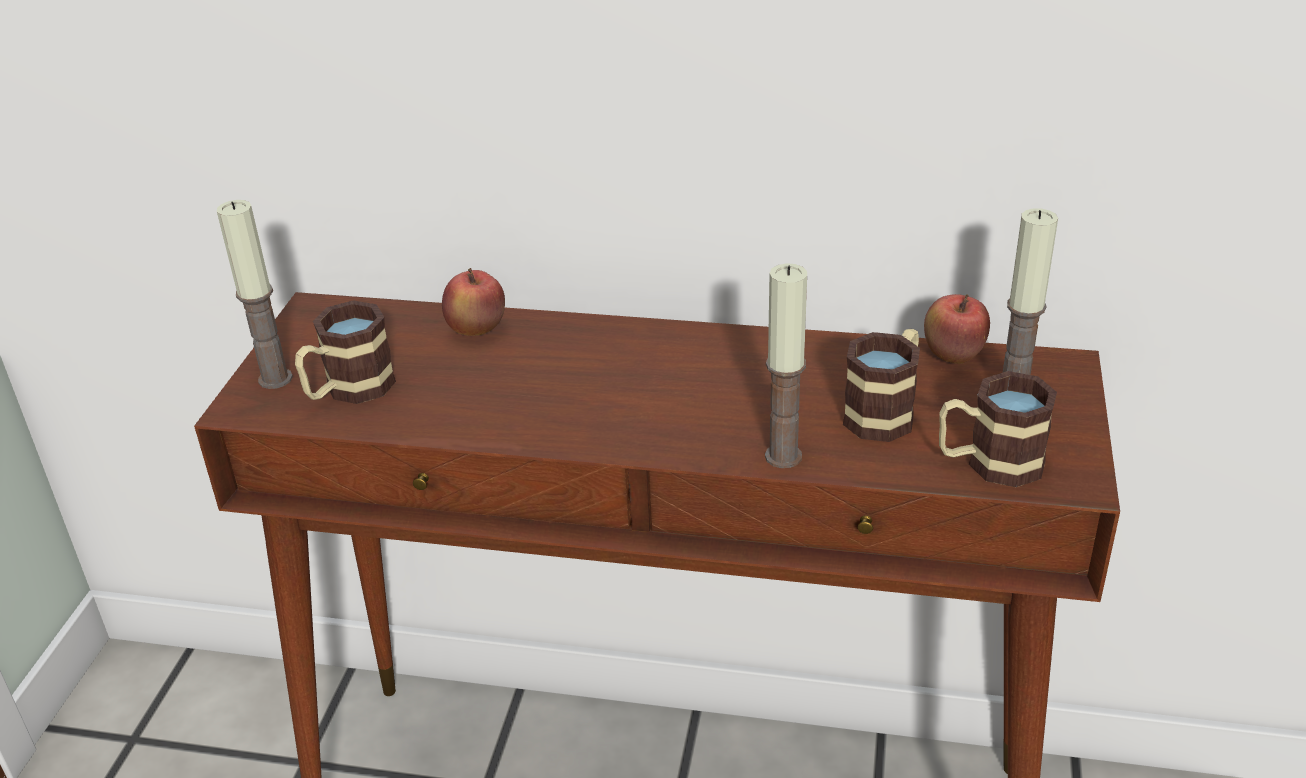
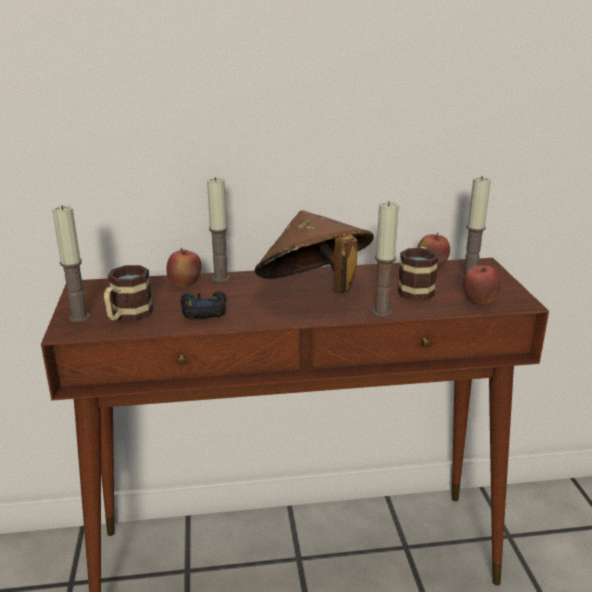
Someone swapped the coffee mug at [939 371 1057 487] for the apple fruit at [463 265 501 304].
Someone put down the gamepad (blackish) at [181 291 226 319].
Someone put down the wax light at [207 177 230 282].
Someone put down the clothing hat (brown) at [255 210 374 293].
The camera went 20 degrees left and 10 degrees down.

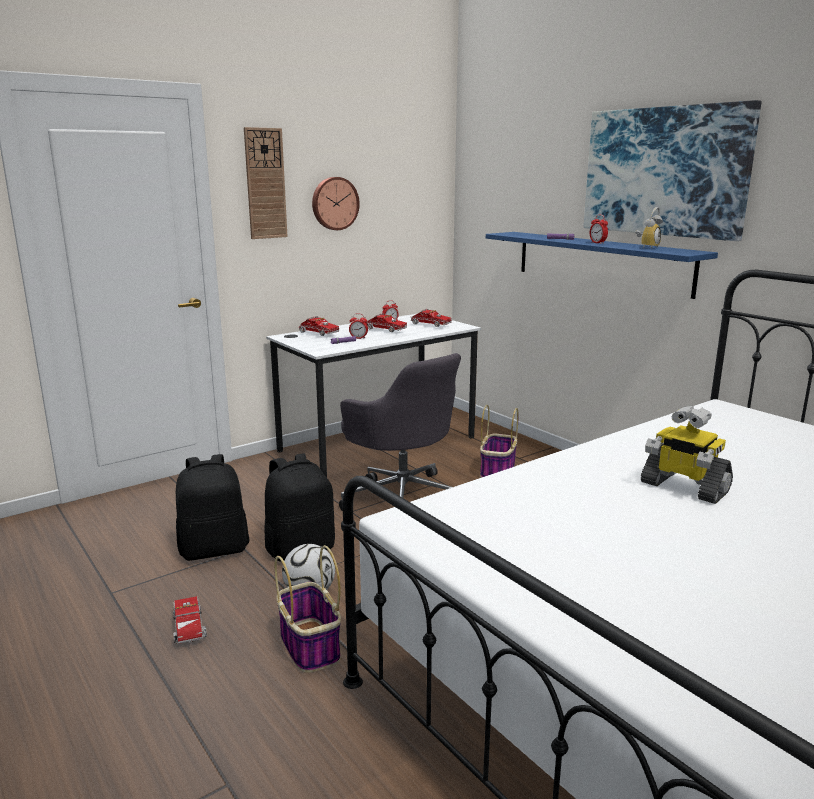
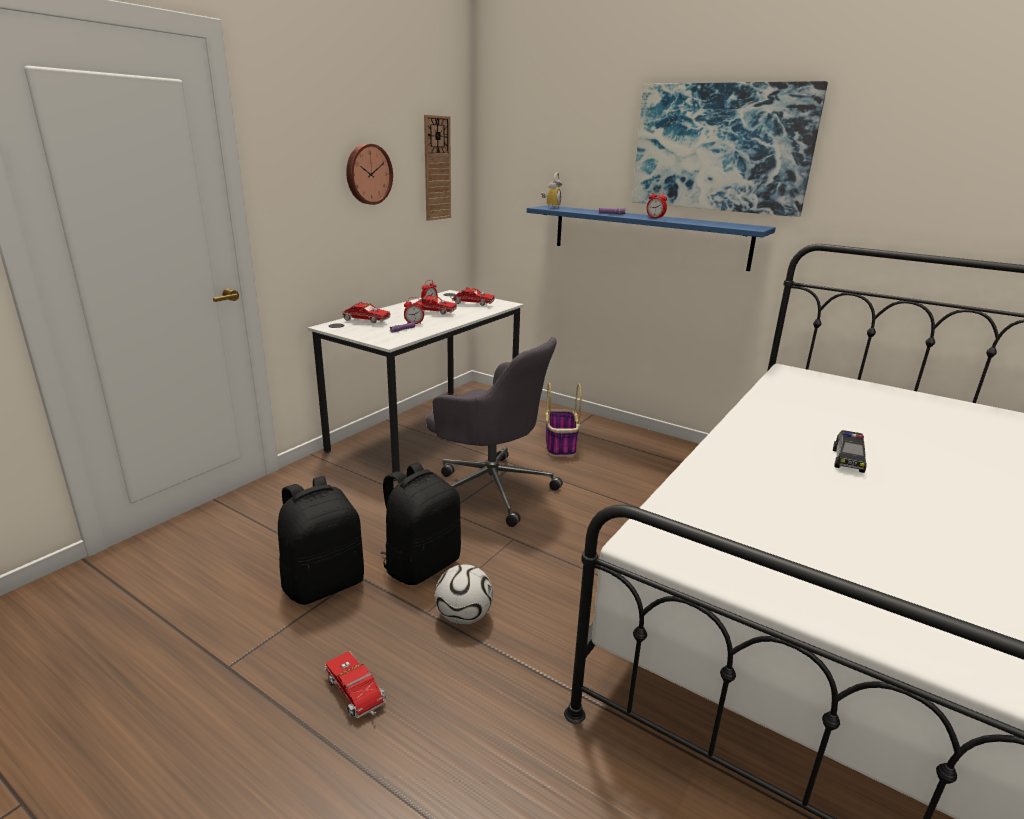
Someone carried the wall clock from [244 127 288 239] to [424 115 451 221].
Someone took away the storage basket at [274 545 341 673].
Someone carried the table clock from [635 207 663 248] to [541 172 562 208].
Someone swapped the toy robot at [641 406 733 504] for the toy car at [833 430 867 473].
The camera went 20 degrees left and 5 degrees up.

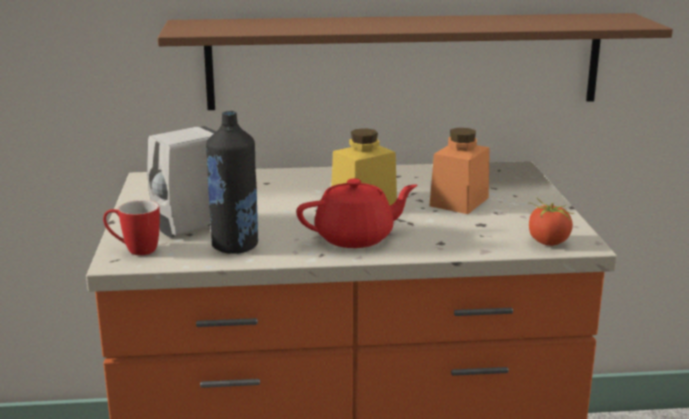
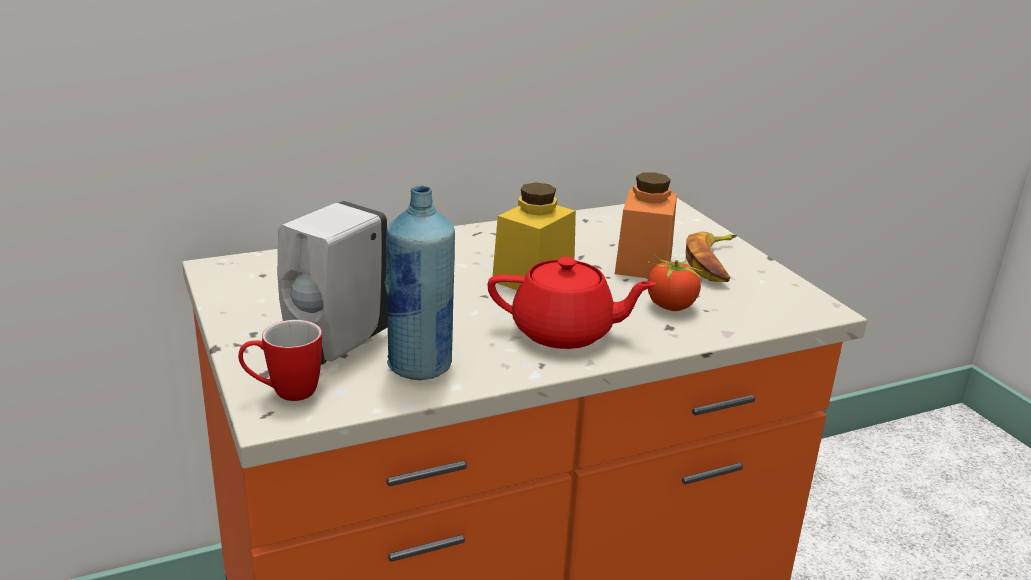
Someone took away the shelf (brown) at [158 13 673 110].
Someone repainted the drink bottle (blackish) at [206 111 258 254], which became the drink bottle (blue-coloured) at [385 185 455 380].
Someone rotated the pot for tea (red) at [296 178 417 248] by 45 degrees clockwise.
Someone carried the tomato from [528 198 574 246] to [648 253 703 311].
Someone put down the banana at [686 232 737 282].
The camera went 20 degrees left and 5 degrees up.

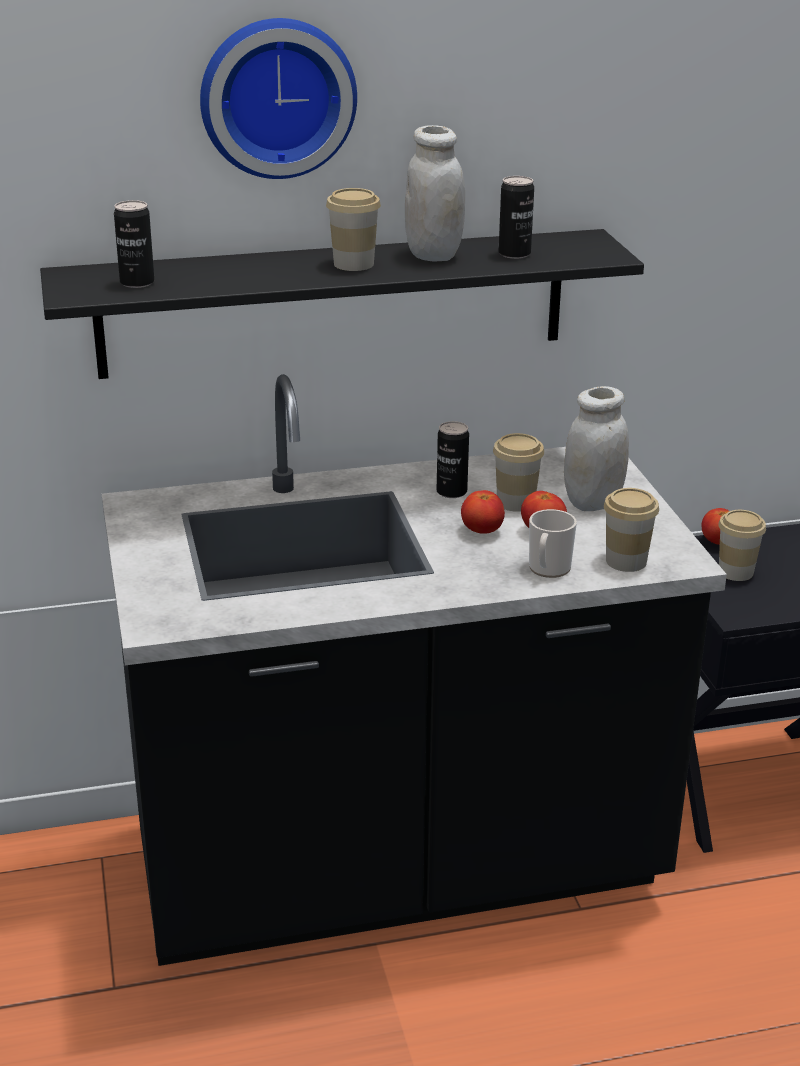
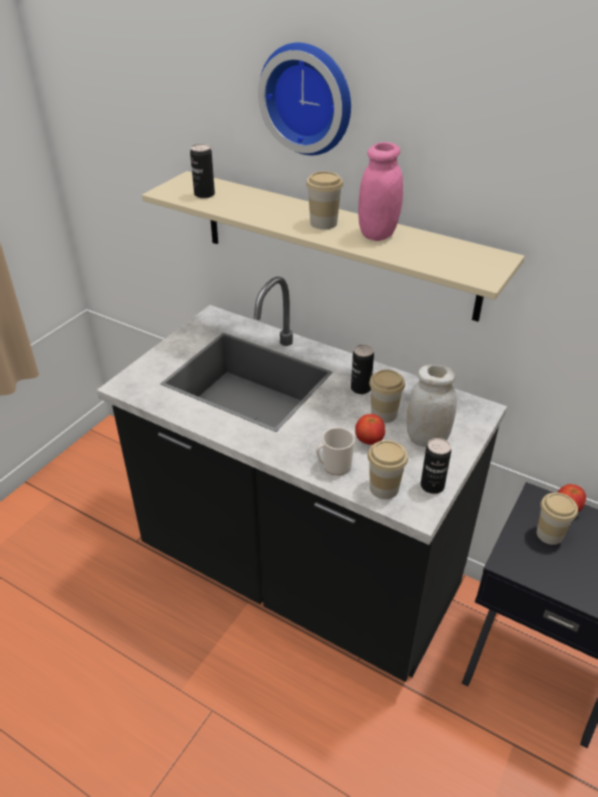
Someone repainted the shelf (blackish) at [40 229 644 379], which became the shelf (beige-coloured) at [142 171 525 322].
Someone repainted the jar (white) at [405 125 465 261], which became the jar (pink-coloured) at [358 142 403 241].
Someone took away the tomato at [461 490 505 534].
Someone carried the metal can from [499 176 534 259] to [421 438 451 494].
The camera went 45 degrees right and 10 degrees up.

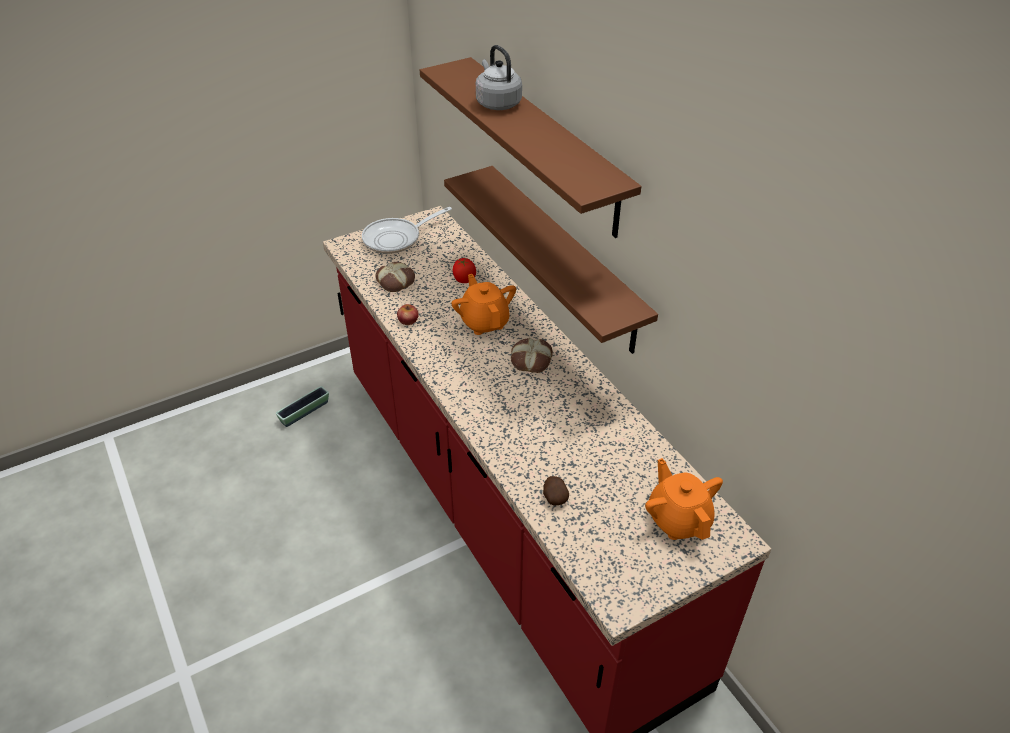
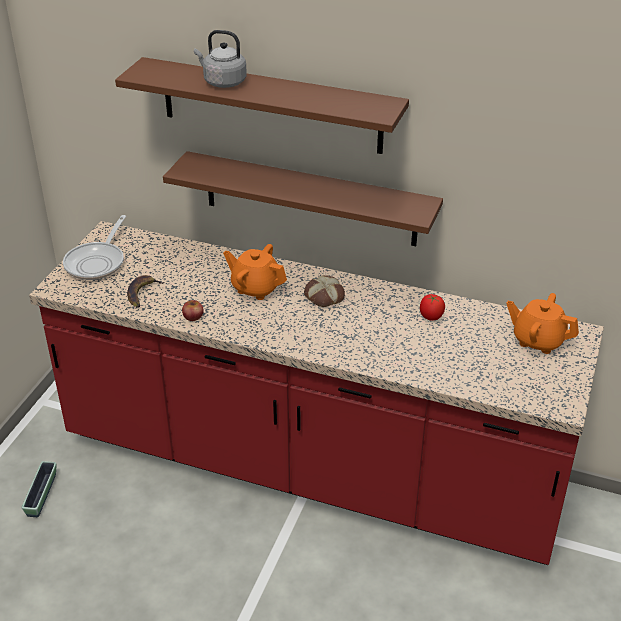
Someone swapped the bakery bread at [376 262 415 292] for the banana at [127 275 164 308].
Someone carried the tomato from [453 258 476 283] to [420 294 445 321].
Someone took away the spud at [543 476 569 505].
The camera went 40 degrees left and 5 degrees down.

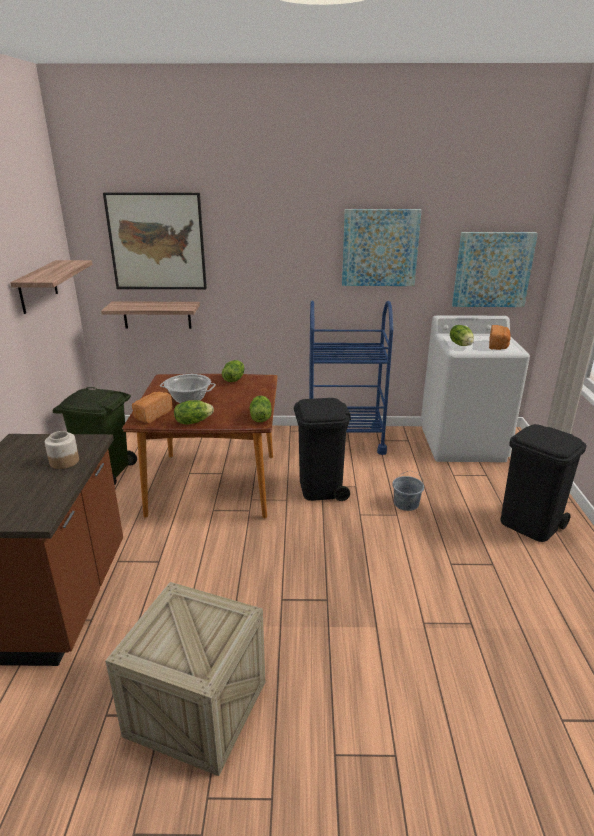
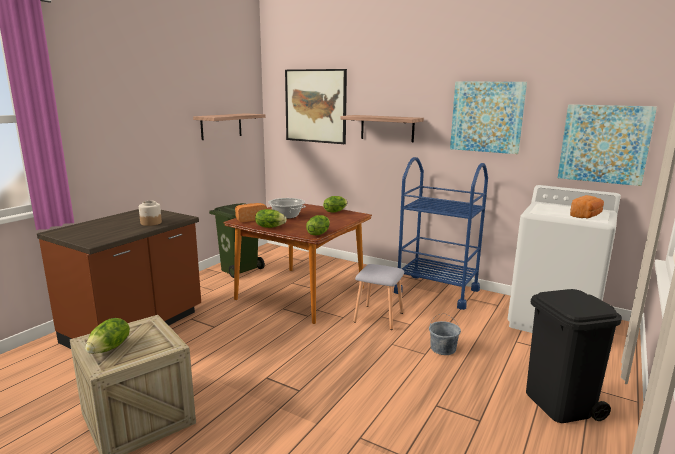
Someone carried the shelf from [101 301 200 329] to [341 115 424 142].
Someone swapped the waste bin (blackish) at [294 398 351 501] for the sitting stool (grey) at [353 264 404 330].
Someone carried the lettuce head from [450 325 474 346] to [85 318 130 354].
The camera went 30 degrees right and 10 degrees down.

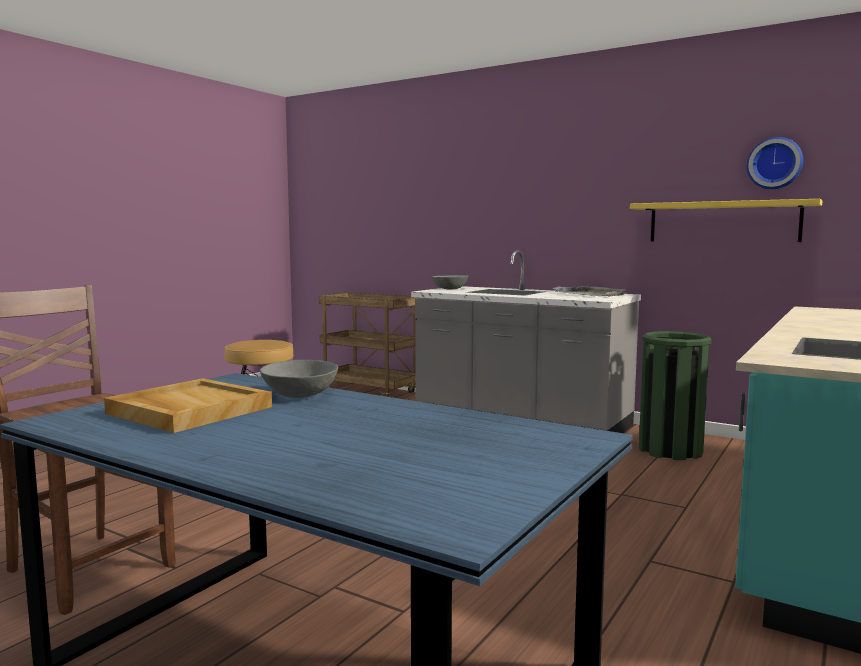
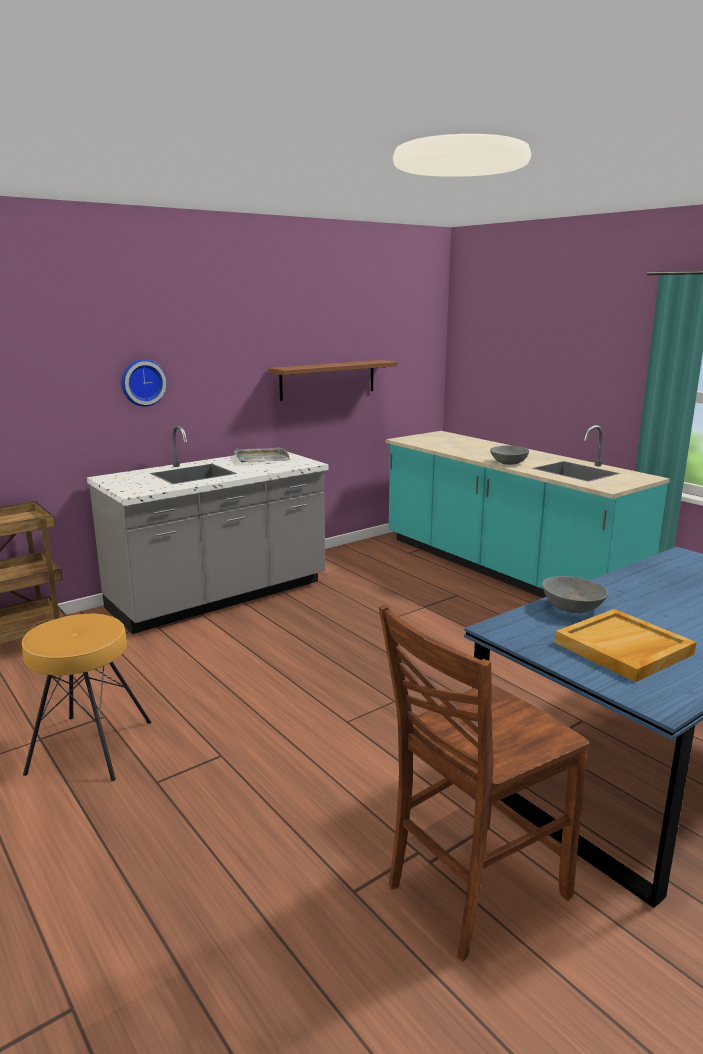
Someone carried the deep dish (grey) from [432 275 469 289] to [490 445 529 465].
Someone repainted the shelf (yellow-coloured) at [630 199 823 242], which became the shelf (brown) at [268 360 398 401].
Someone took away the waste bin (green-coloured) at [639 331 712 460].
Someone carried the wall clock from [747 137 803 189] to [121 359 167 407].
The camera went 70 degrees left and 10 degrees up.

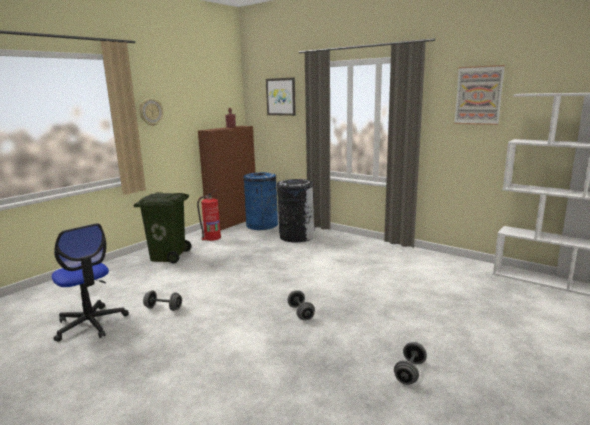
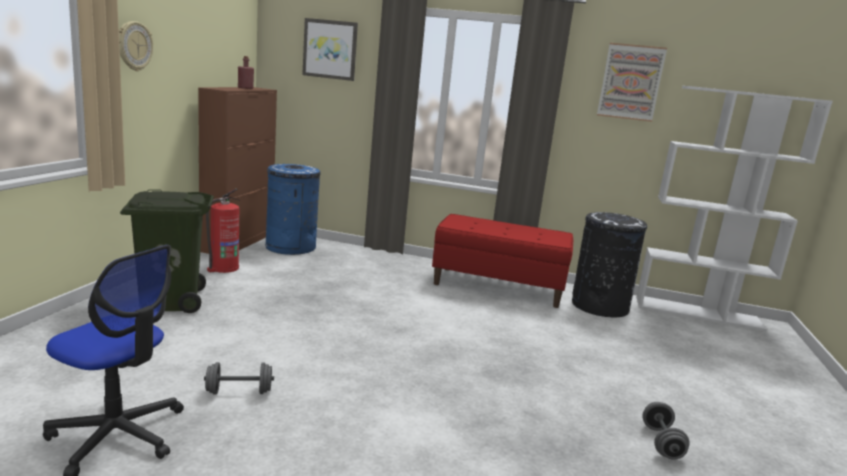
Someone carried the waste bin (blackish) from [277 179 314 242] to [572 212 647 318].
Someone took away the free weight (grey) at [287 290 315 320].
Someone put down the long seat (red) at [432 214 573 308].
The camera went 25 degrees left and 0 degrees up.

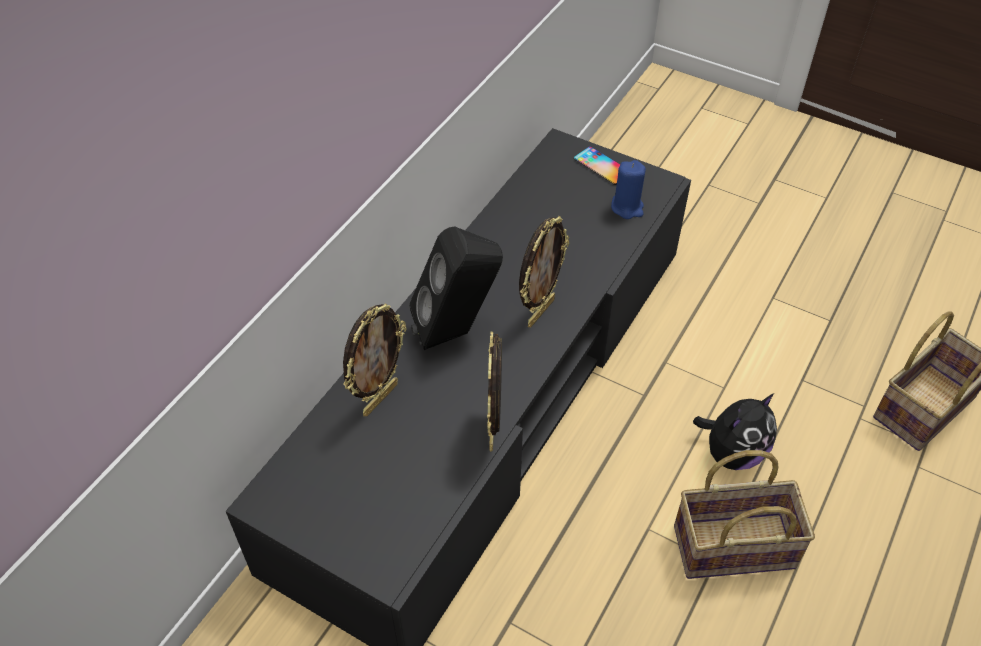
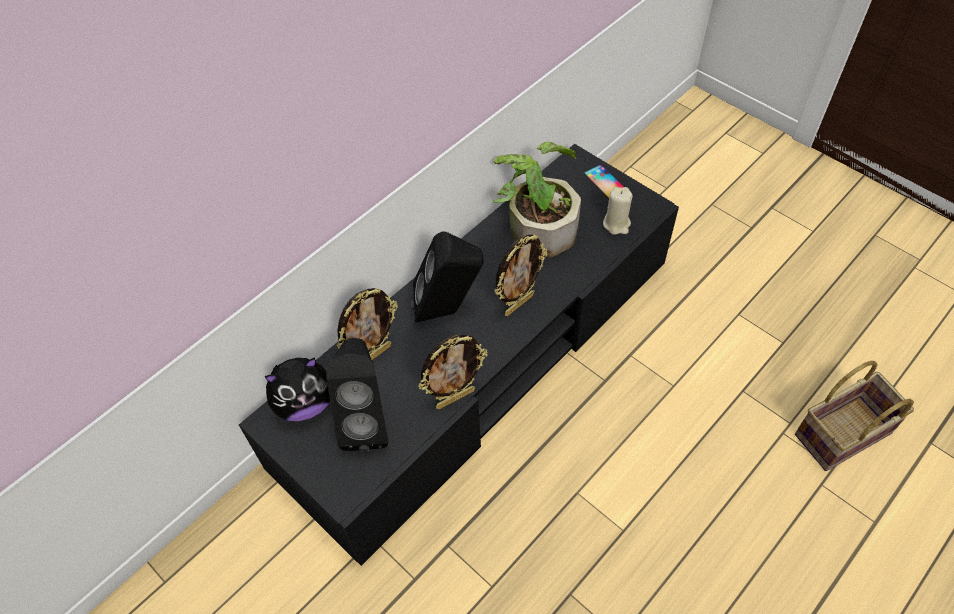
Someone rotated the photo frame at [487 332 502 452] by 135 degrees counterclockwise.
Someone repainted the wax light (blue-coloured) at [611 160 646 219], which became the wax light (beige-coloured) at [603 187 633 235].
Someone took away the storage basket at [674 450 815 579].
Someone carried the cuddly toy from [693 393 777 470] to [265 357 330 421].
Someone put down the loudspeaker (blackish) at [326 338 388 453].
Someone put down the houseplant at [493 142 581 257].
The camera went 15 degrees right and 5 degrees up.

